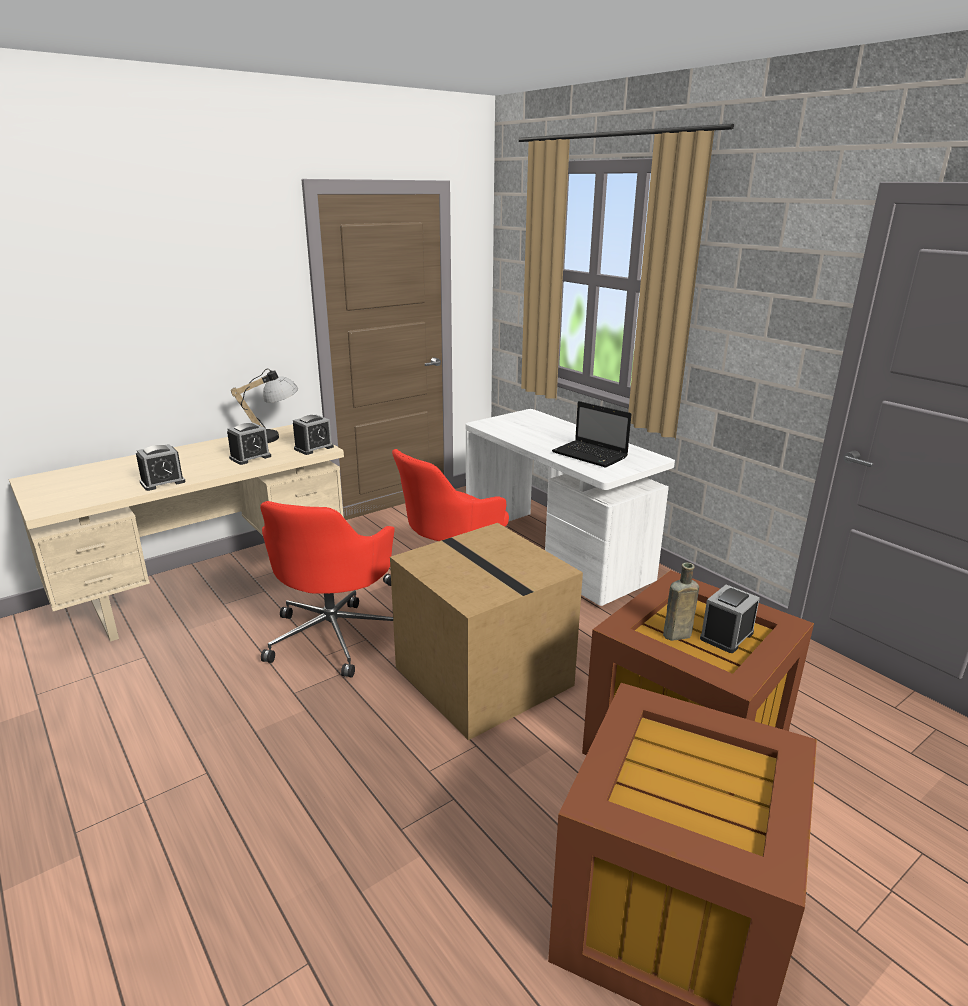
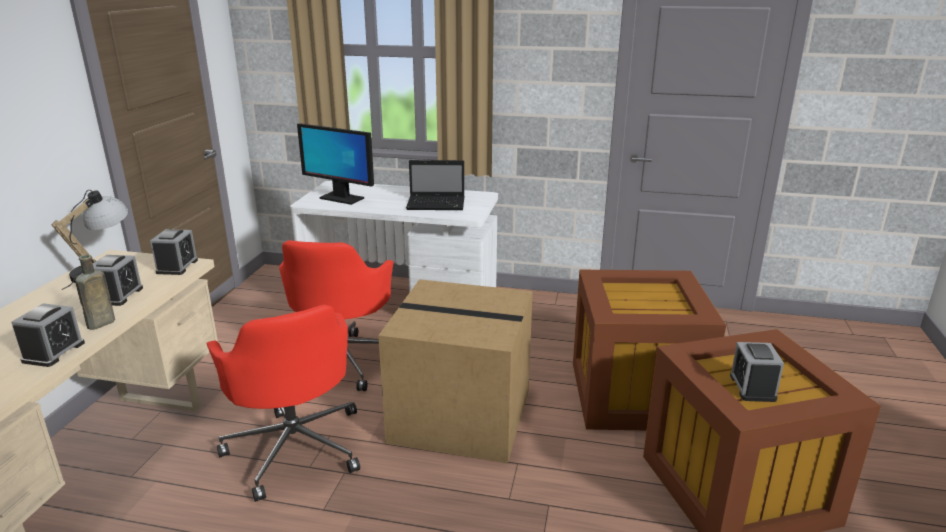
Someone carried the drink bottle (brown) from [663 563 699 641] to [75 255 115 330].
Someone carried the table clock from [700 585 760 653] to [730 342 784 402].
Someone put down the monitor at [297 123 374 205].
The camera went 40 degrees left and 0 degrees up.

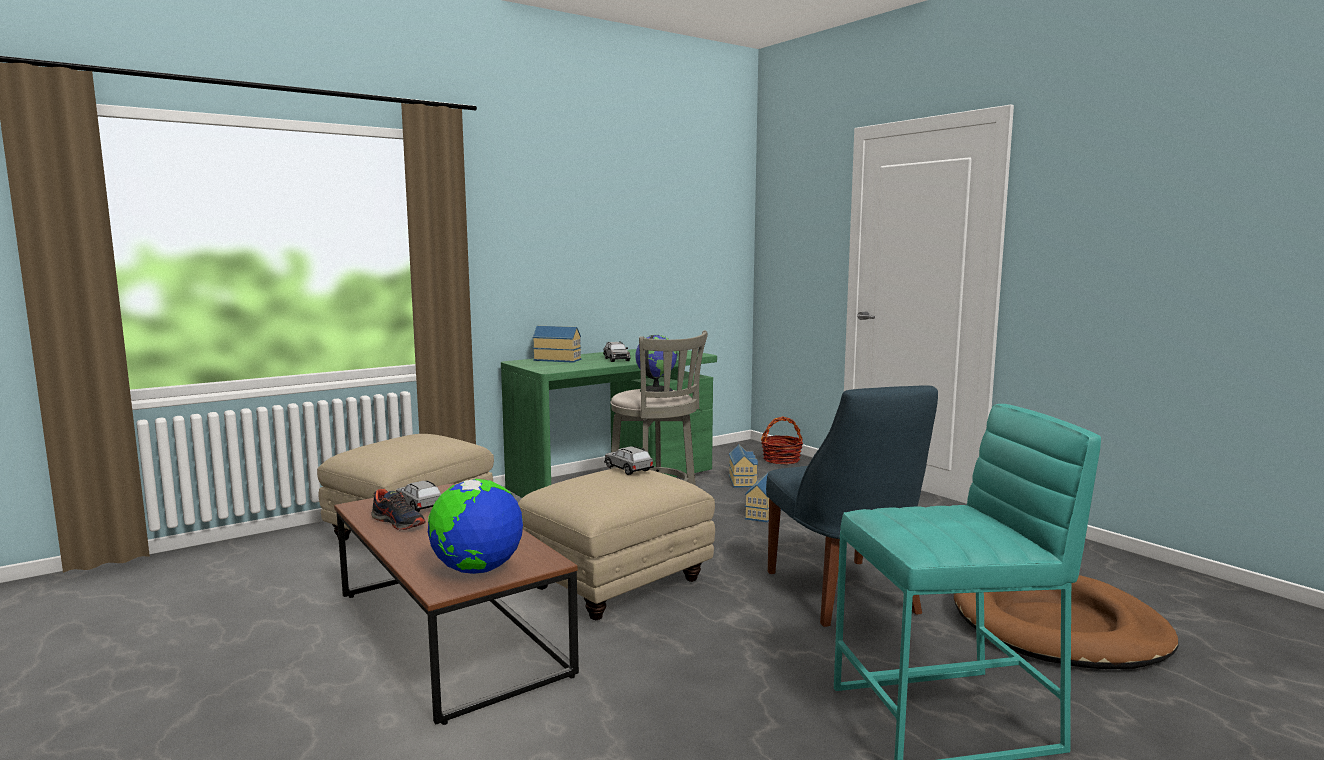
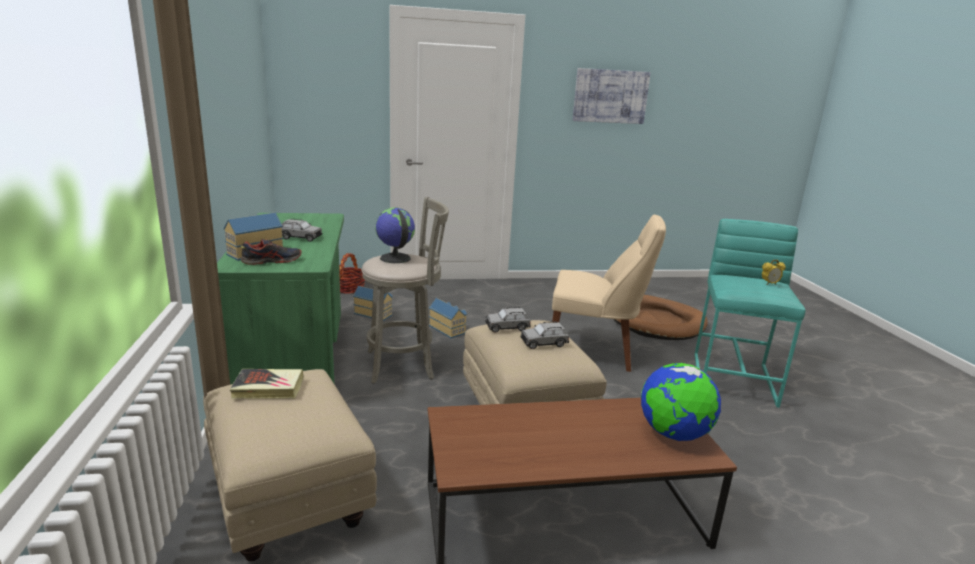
Someone carried the shoe from [371 488 426 530] to [240 239 302 265].
Someone carried the toy car (grey) from [396 481 441 512] to [520 321 569 349].
Someone repainted the chair (blue-coloured) at [766 386 938 627], which became the chair (beige-coloured) at [552 214 666 372].
Someone put down the book at [230 369 304 399].
Someone put up the wall art at [572 68 651 124].
Someone put down the table clock at [762 260 786 285].
The camera went 65 degrees left and 10 degrees up.

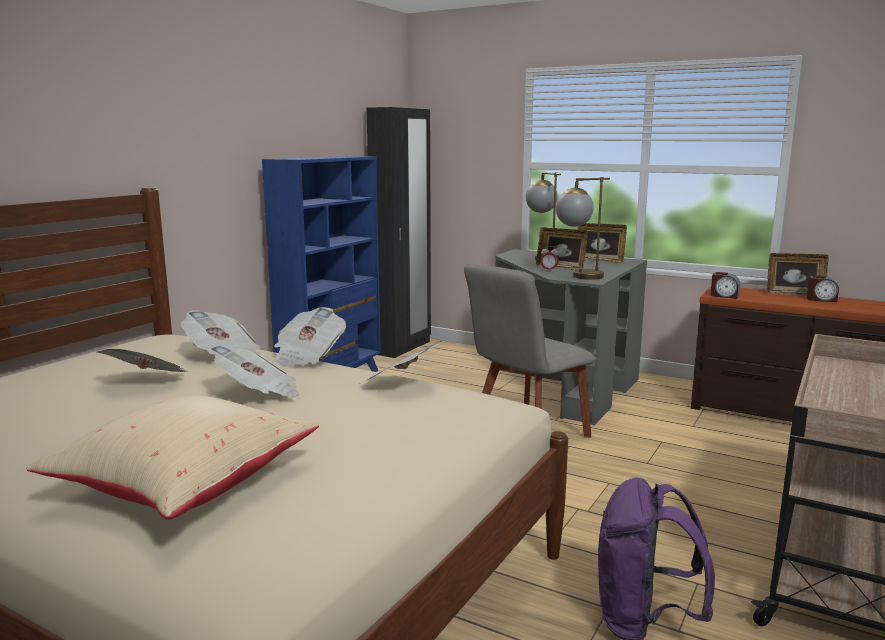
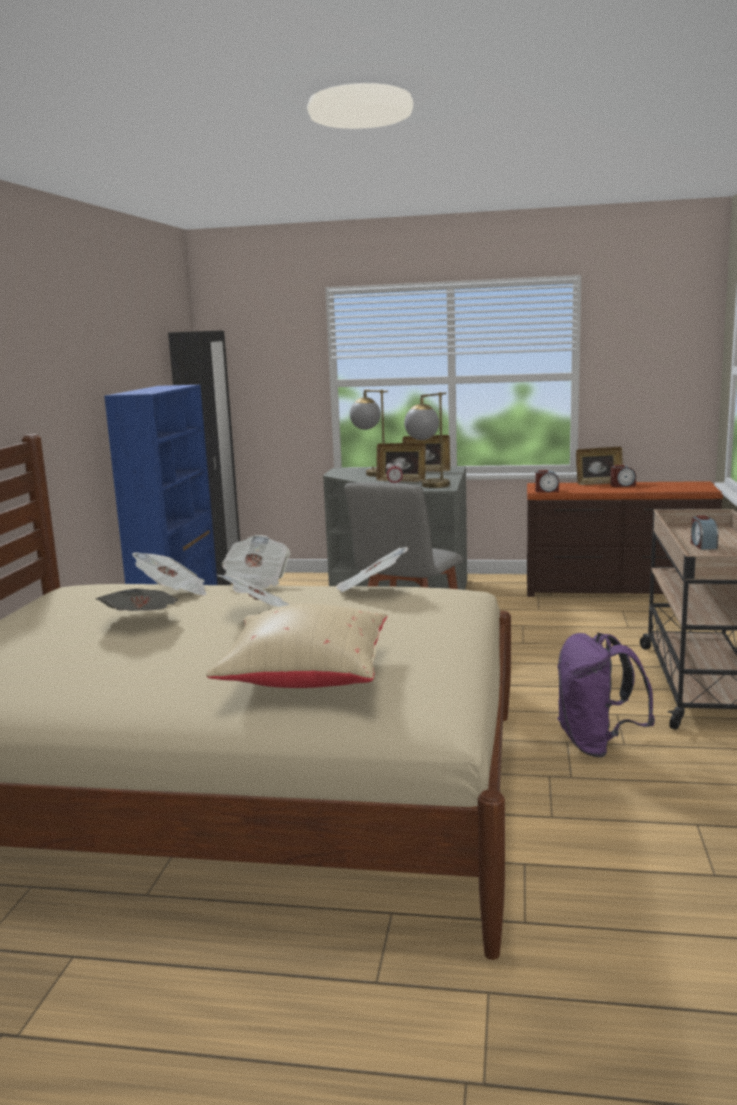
Someone put down the table clock at [691 515 719 550].
The camera went 20 degrees left and 0 degrees up.

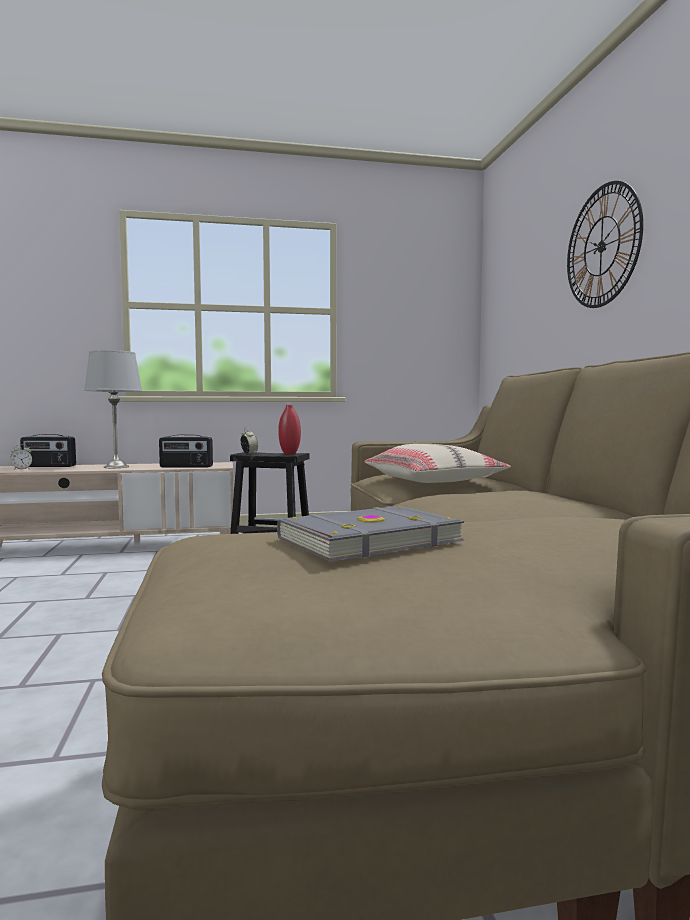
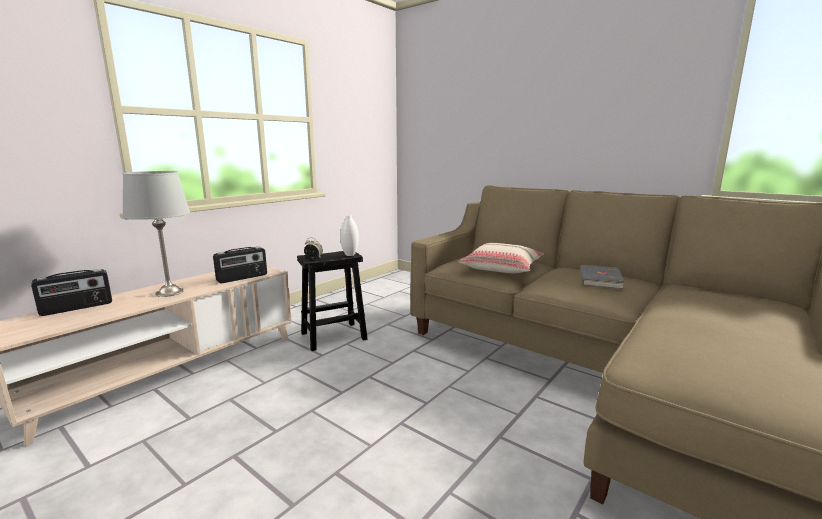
Someone took away the table clock at [10 444 32 470].
Someone carried the book (grey) from [277 505 464 562] to [580 265 625 289].
Someone repainted the vase (red) at [278 405 301 455], which became the vase (white) at [340 215 359 256].
Someone took away the wall clock at [567 181 643 308].
The camera went 40 degrees left and 10 degrees up.

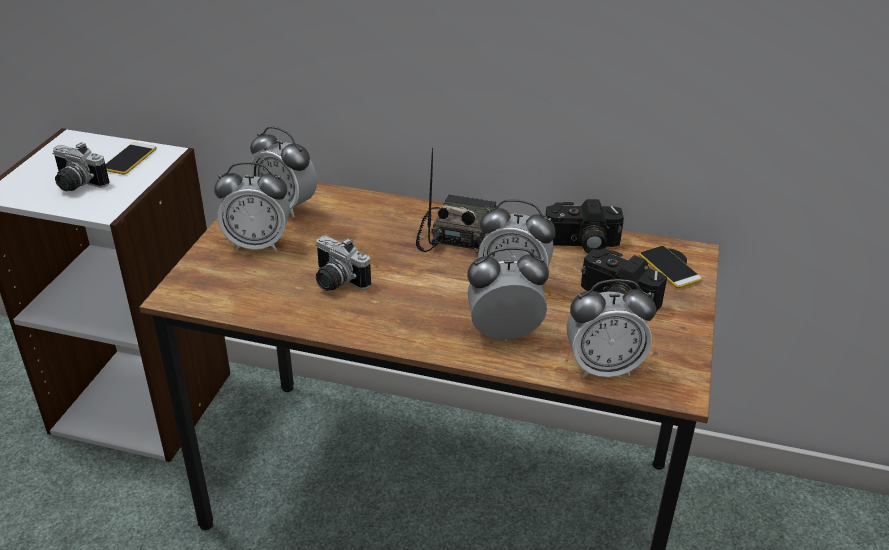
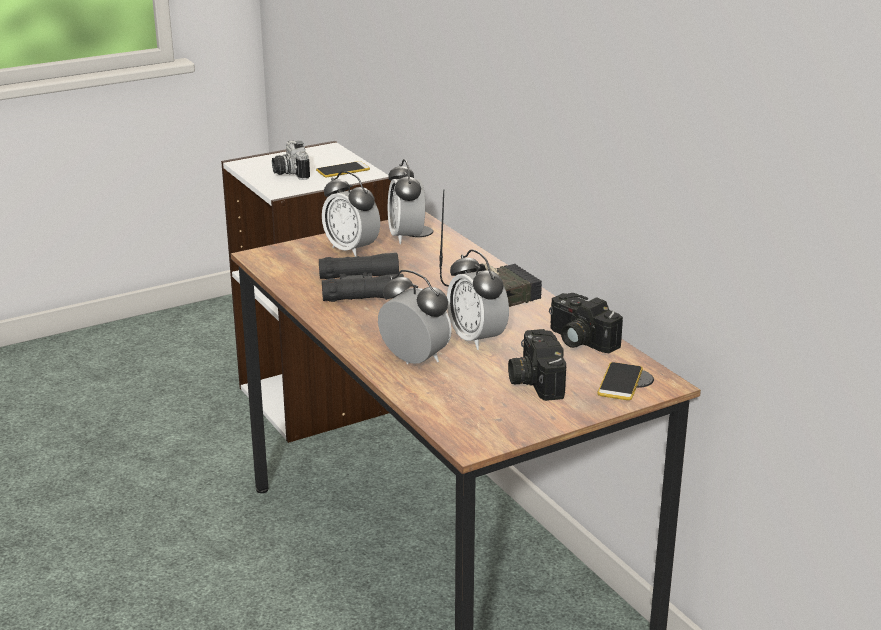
Someone swapped the photo camera at [315 236 371 291] for the pair of binoculars (blackish) at [319 253 404 302].
Someone took away the table clock at [567 279 656 378].
The camera went 45 degrees right and 10 degrees down.

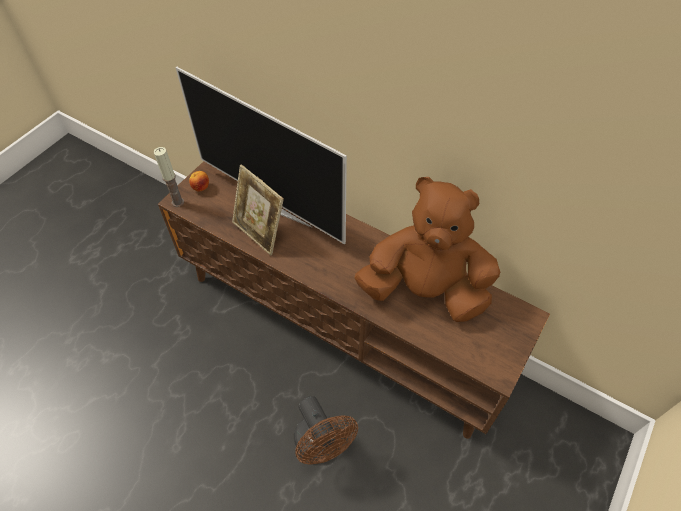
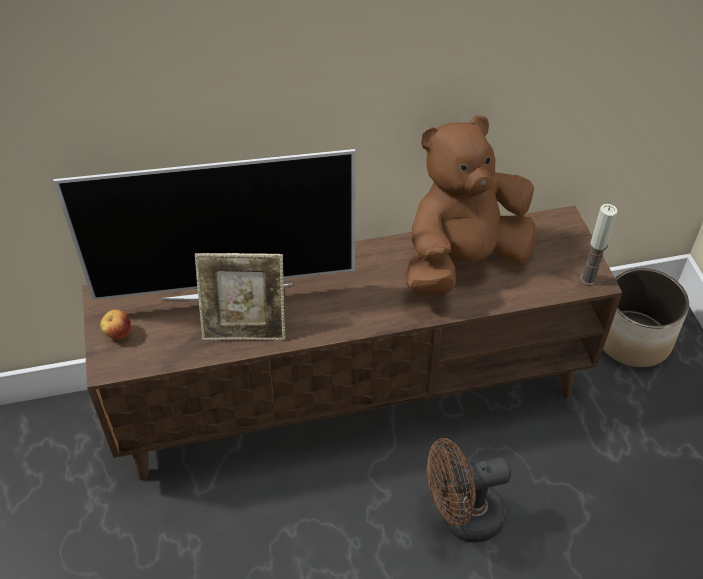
Someone carried the wax light from [154 147 184 207] to [580 204 617 286].
Someone rotated the electric fan (brown) at [294 396 358 465] by 150 degrees clockwise.
Someone put down the flower pot at [603 268 689 367].
The camera went 45 degrees left and 5 degrees down.

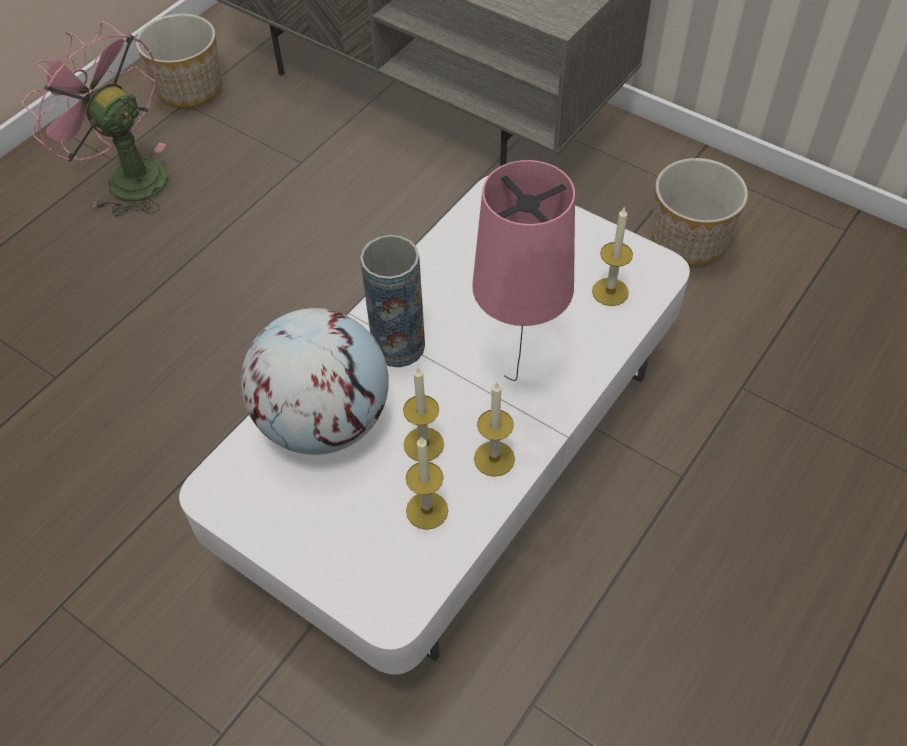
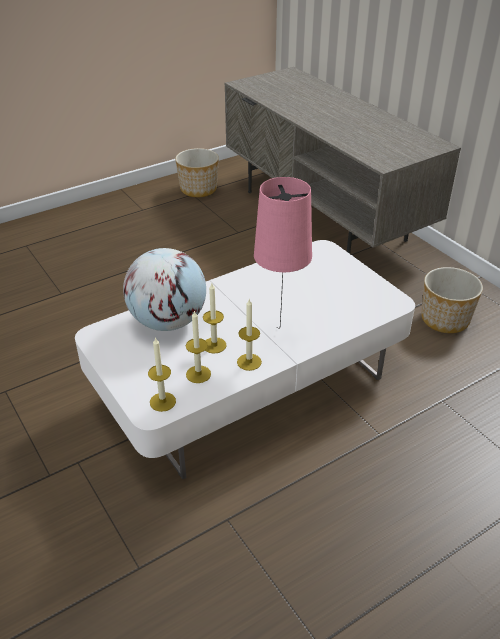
Someone took away the electric fan (pink-coloured) at [22 21 169 217].
Someone took away the vase at [360 235 425 367].
Someone carried the wax light from [592 206 633 306] to [148 337 176 412].
The camera went 20 degrees right and 15 degrees down.

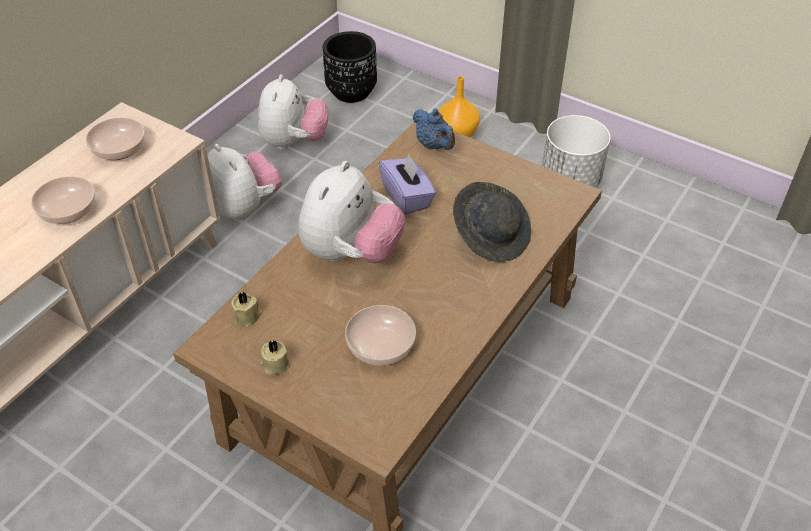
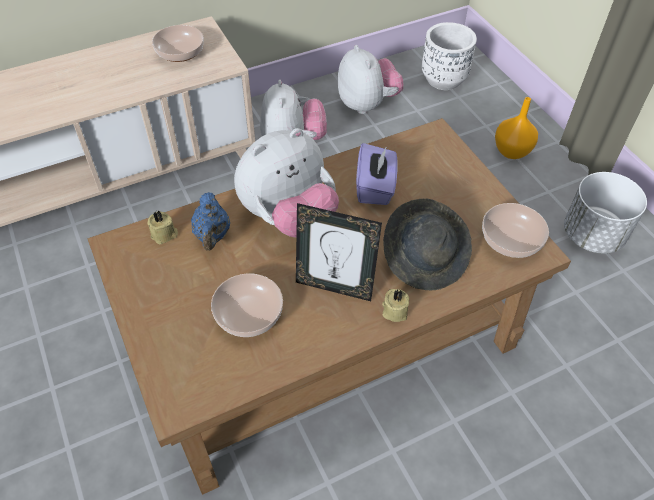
Someone carried the deep dish from [31 176 95 224] to [482 203 549 258].
Someone rotated the cuddly toy at [258 74 328 150] by 60 degrees counterclockwise.
Someone carried the wax light (beige-coloured) from [260 340 290 375] to [382 289 409 322].
Someone repainted the flower pot (blackish) at [323 31 377 103], which became the flower pot (white) at [422 22 477 90].
Someone carried the pot for tea (blue-coloured) from [413 109 455 150] to [191 192 230 251].
Someone put down the photo frame at [296 203 382 301].
The camera went 30 degrees right and 5 degrees up.

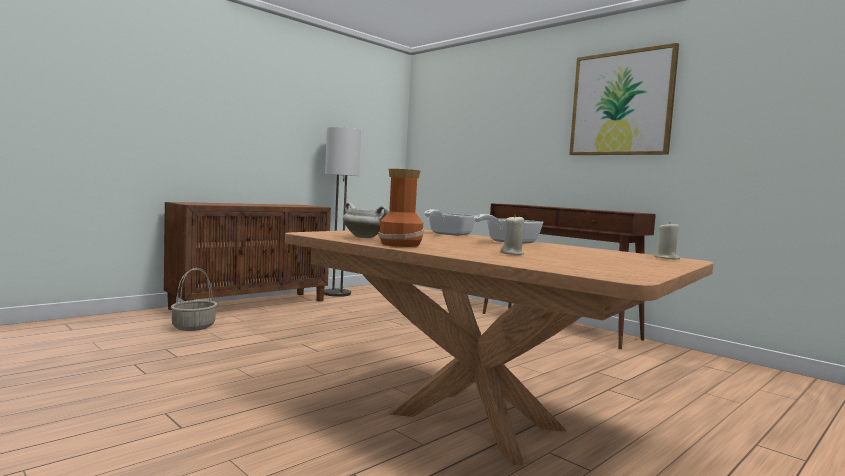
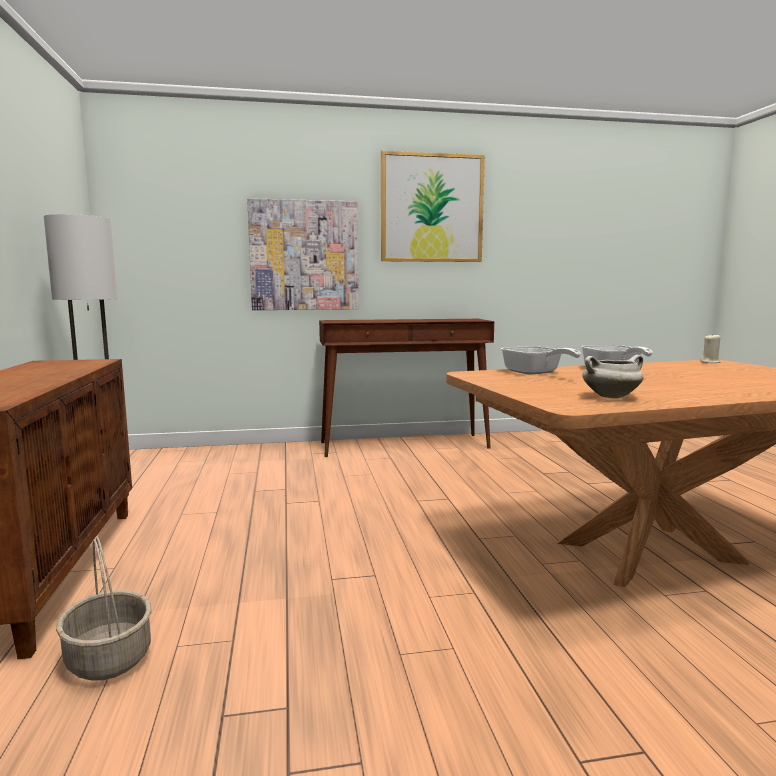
Someone took away the vase at [378 169 424 247].
Someone took away the wax light (beige-coloured) at [500 216 524 255].
Someone put up the wall art at [247 198 358 310].
The camera went 55 degrees left and 5 degrees up.

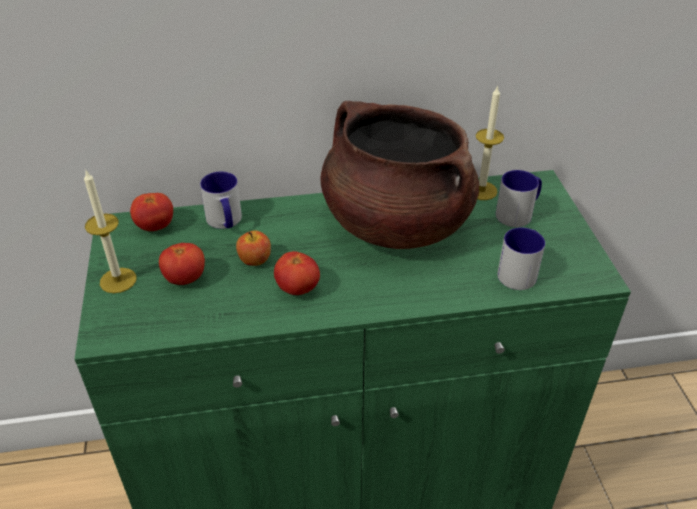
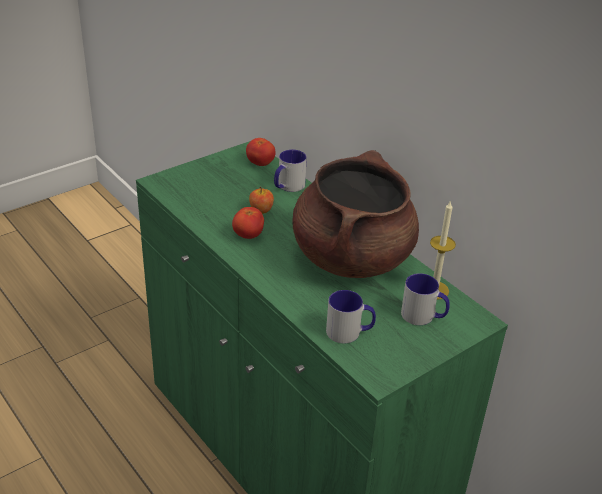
Someone took away the wax light at [84 169 136 293].
Someone took away the tomato at [159 243 205 285].
The camera went 60 degrees right and 5 degrees down.

